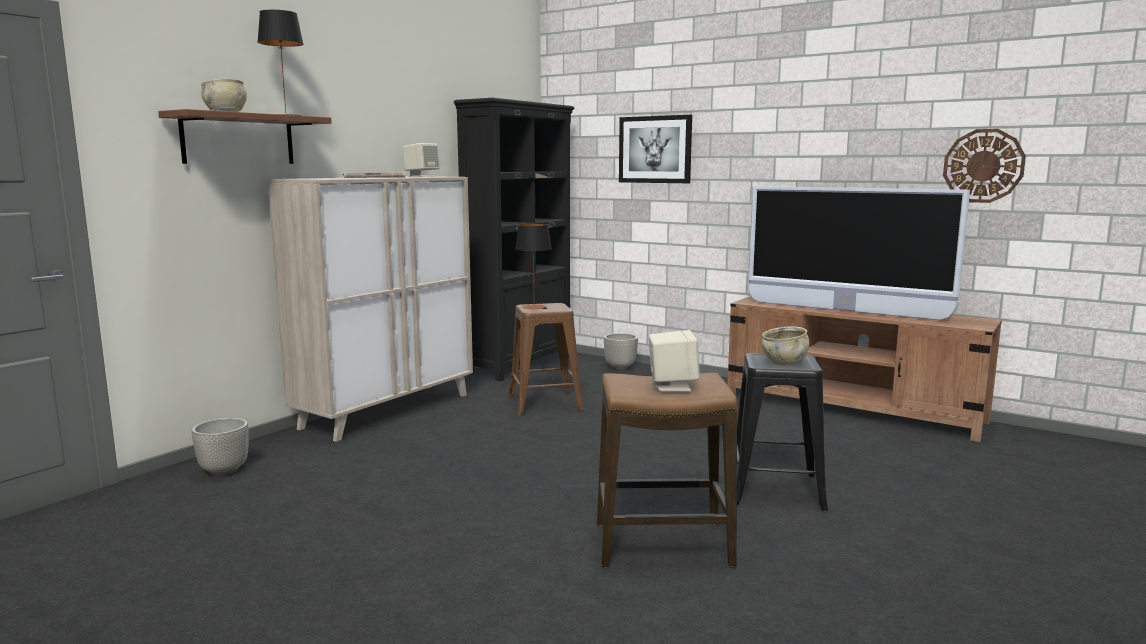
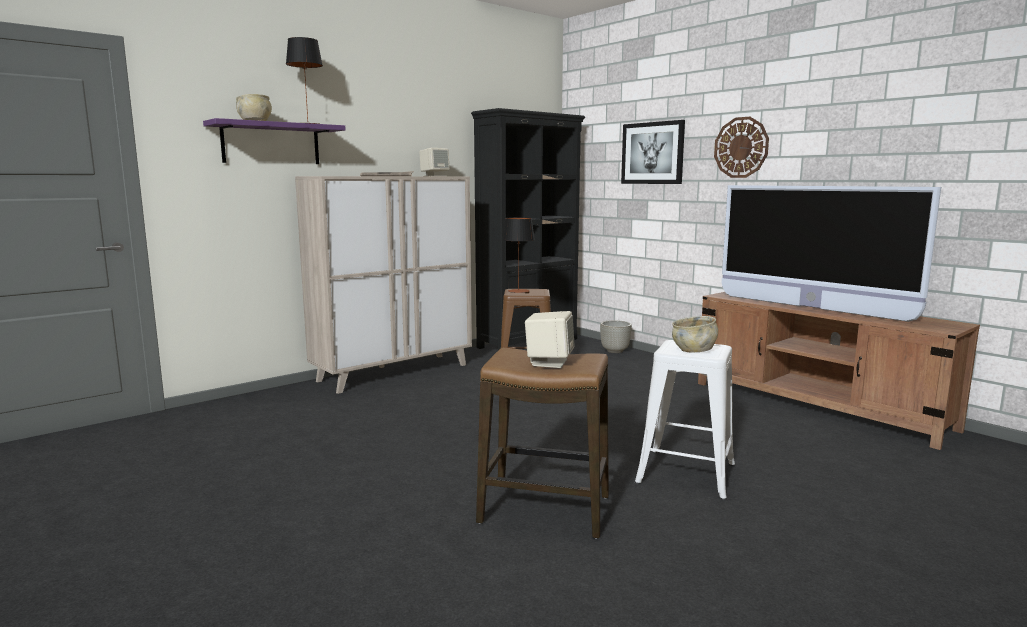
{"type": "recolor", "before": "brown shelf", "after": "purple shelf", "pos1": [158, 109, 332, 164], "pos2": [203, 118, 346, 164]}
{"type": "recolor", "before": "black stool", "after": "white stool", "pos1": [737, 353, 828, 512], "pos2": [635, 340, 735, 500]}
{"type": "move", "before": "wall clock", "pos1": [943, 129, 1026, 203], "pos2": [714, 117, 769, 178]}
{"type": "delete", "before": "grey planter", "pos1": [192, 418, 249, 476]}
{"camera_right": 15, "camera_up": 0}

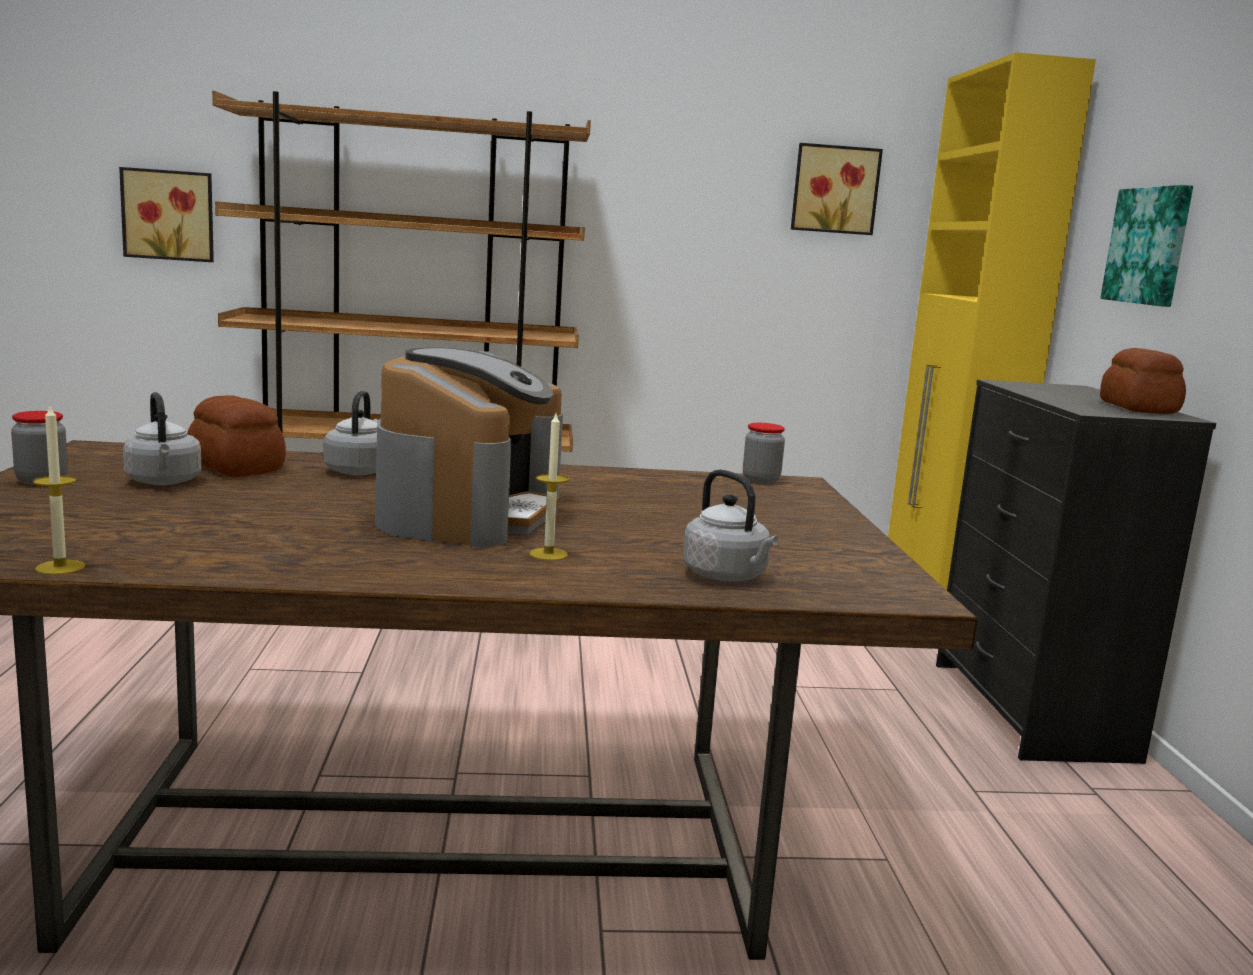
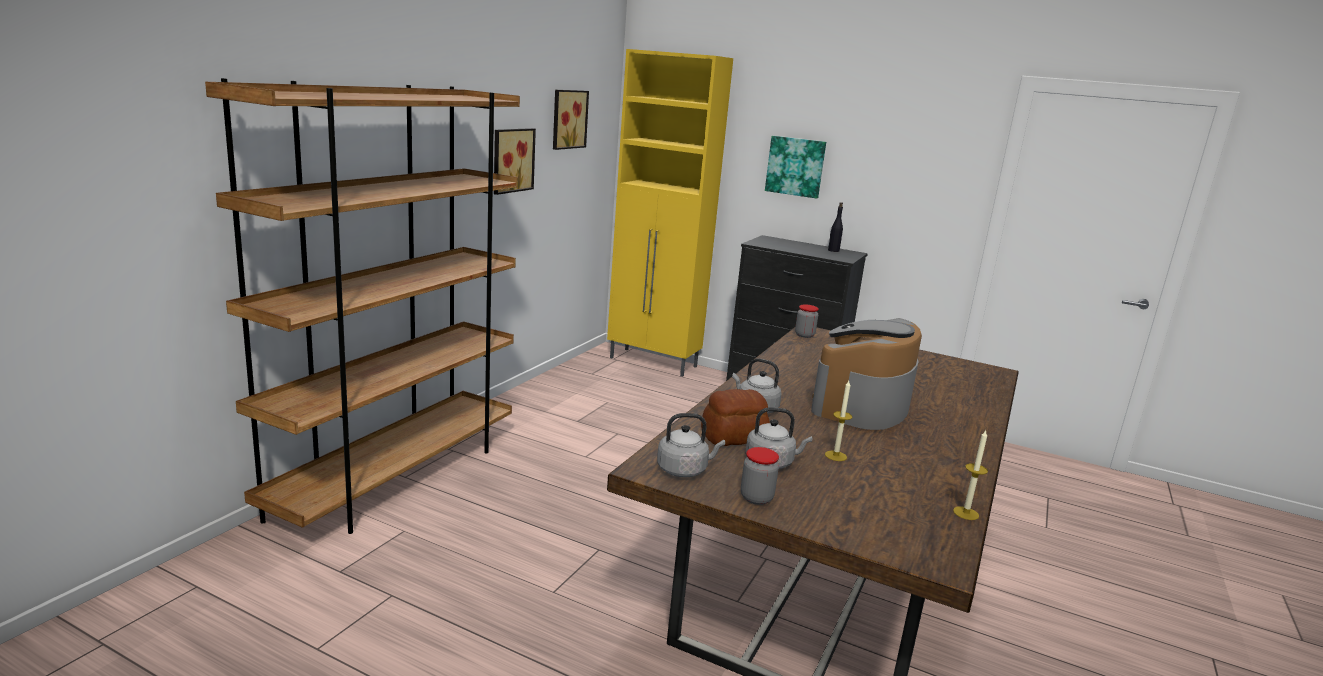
{"type": "move", "before": "picture", "pos1": [119, 167, 214, 262], "pos2": [494, 128, 536, 195]}
{"type": "move", "before": "grey kettle", "pos1": [683, 469, 778, 581], "pos2": [657, 413, 725, 477]}
{"type": "rotate", "before": "coffee machine", "pos1": [375, 347, 563, 547], "pos2": [811, 318, 922, 430], "turn": -105}
{"type": "move", "before": "candle", "pos1": [529, 413, 569, 561], "pos2": [825, 381, 853, 461]}
{"type": "replace", "before": "bread", "after": "black bottle", "pos1": [1100, 348, 1186, 414], "pos2": [828, 202, 843, 252]}
{"camera_right": -60, "camera_up": 5}

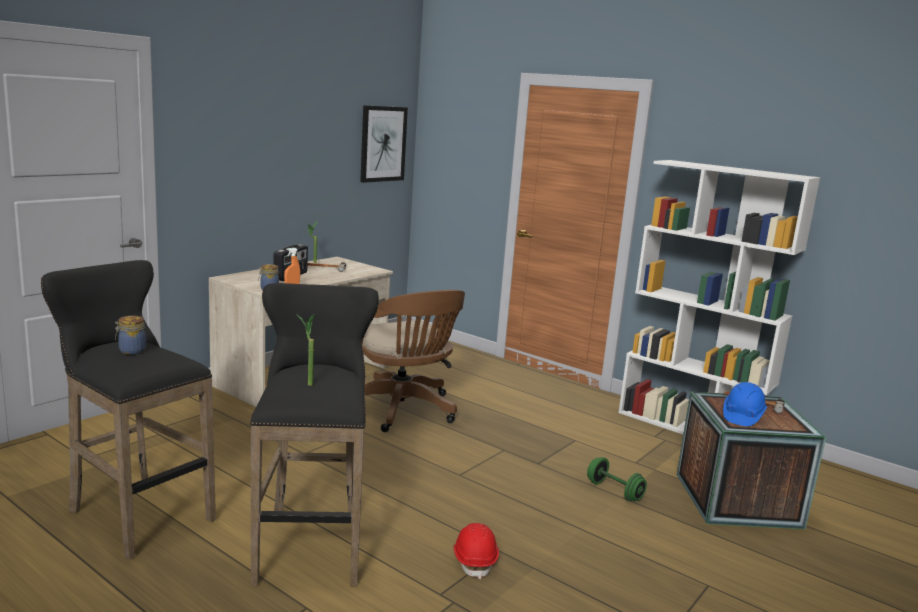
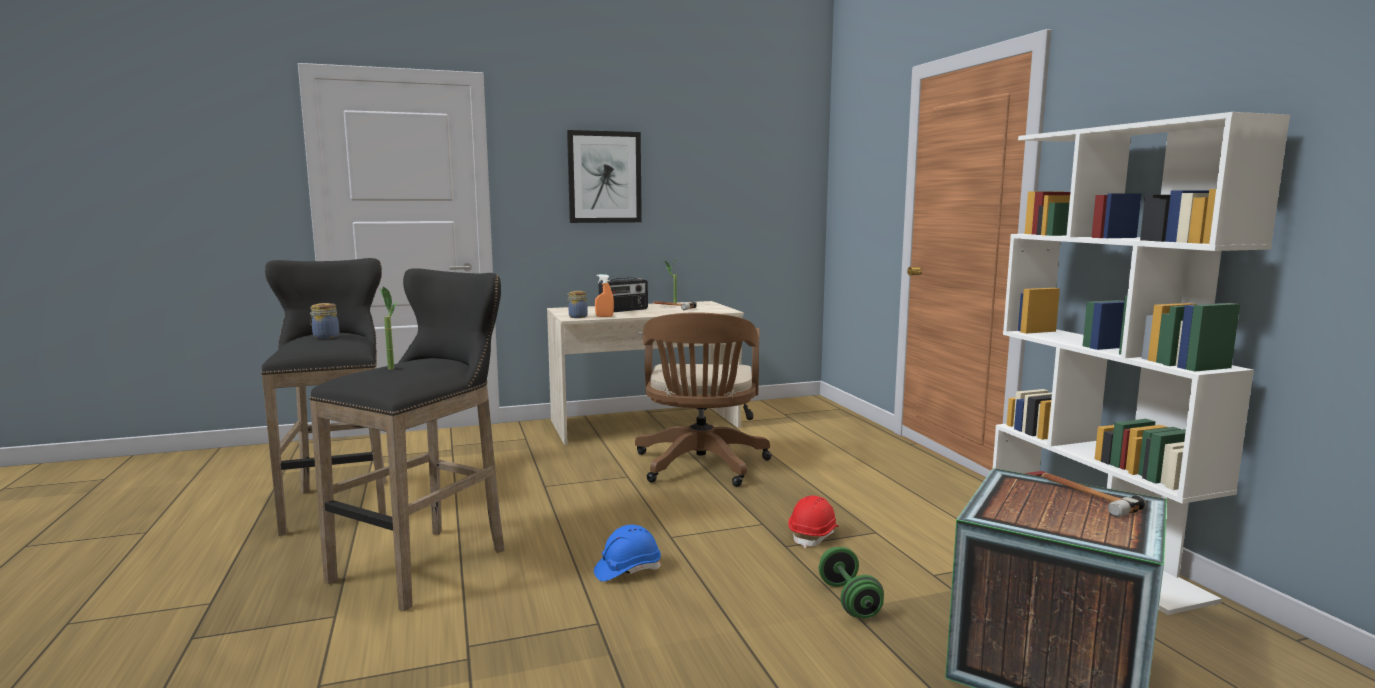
{"type": "move", "before": "picture", "pos1": [360, 105, 408, 183], "pos2": [567, 130, 642, 223]}
{"type": "move", "before": "blue hard hat", "pos1": [723, 382, 767, 426], "pos2": [594, 525, 661, 581]}
{"type": "move", "before": "red hard hat", "pos1": [453, 523, 499, 579], "pos2": [788, 496, 839, 548]}
{"camera_right": 35, "camera_up": -5}

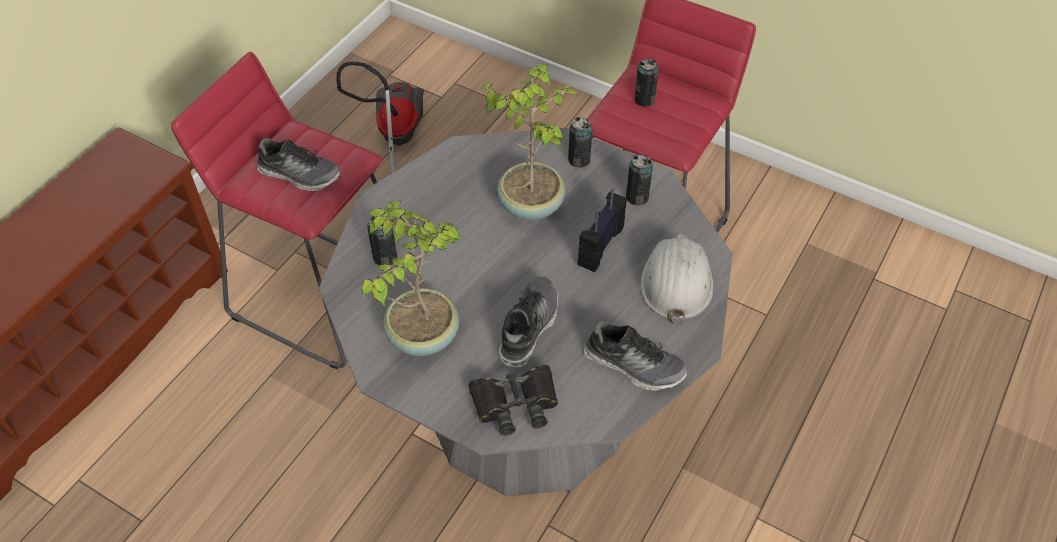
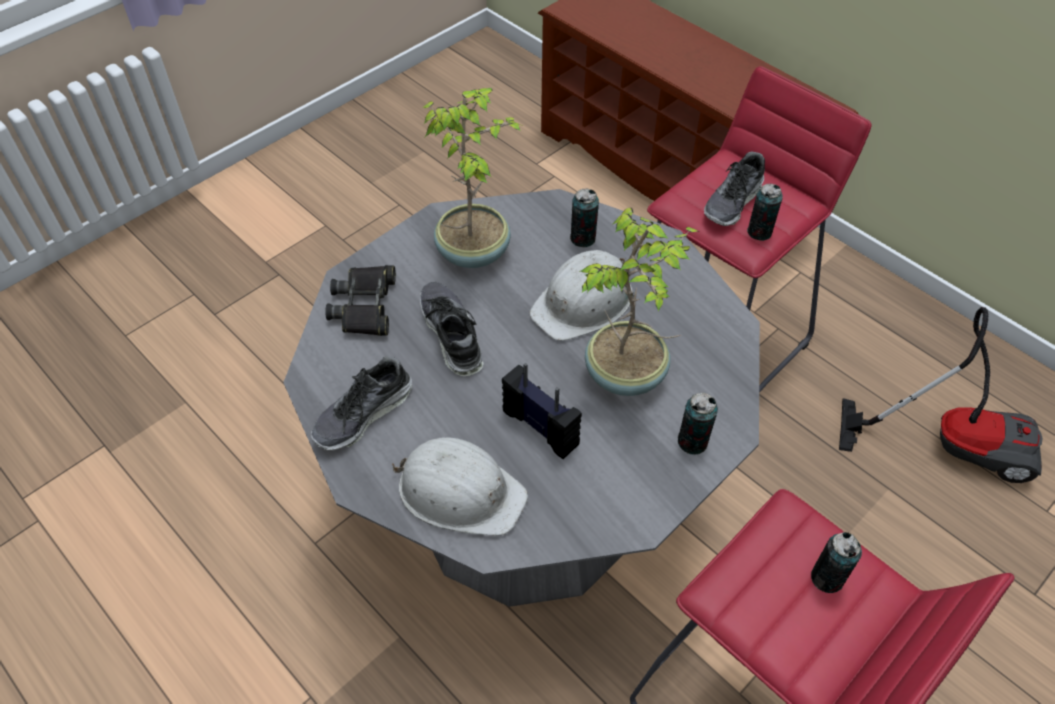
{"type": "rotate", "before": "shoe", "pos1": [499, 276, 558, 368], "pos2": [420, 282, 483, 376], "turn": -150}
{"type": "insert", "after": "white hard hat", "pos2": [529, 250, 633, 341]}
{"type": "move", "before": "can", "pos1": [626, 154, 653, 205], "pos2": [747, 184, 783, 241]}
{"camera_right": 105, "camera_up": 0}

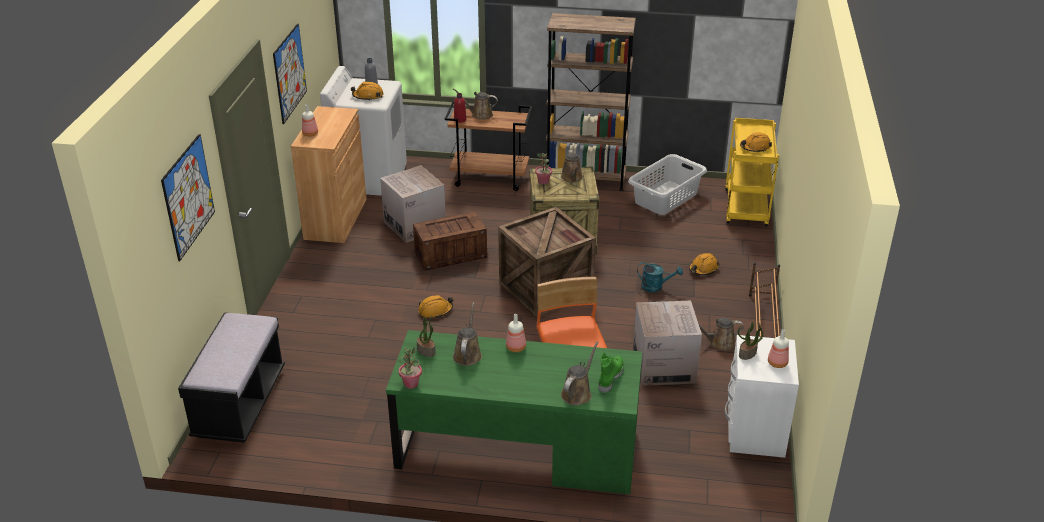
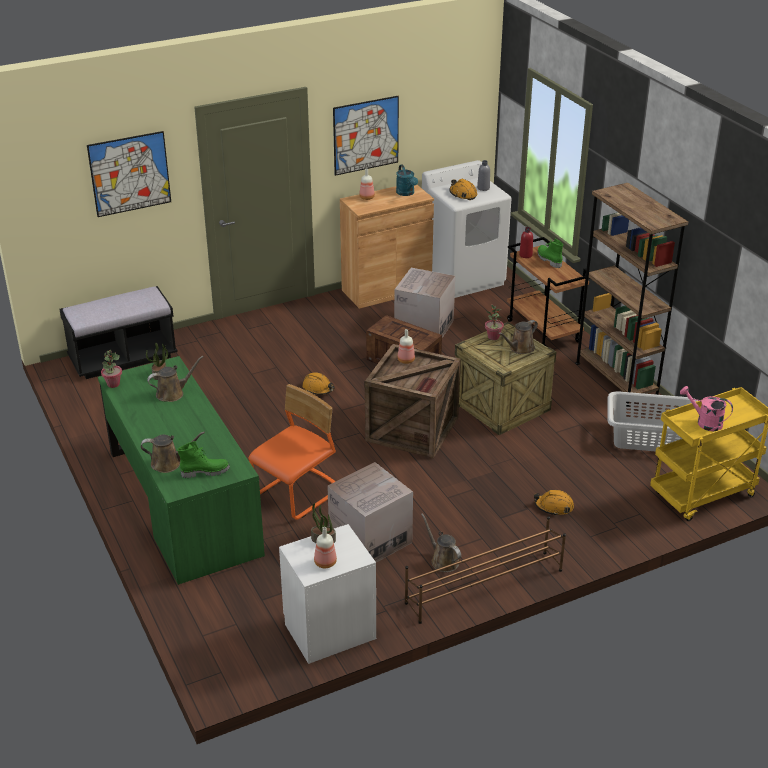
{"type": "move", "before": "turquoise watering can", "pos1": [637, 262, 683, 292], "pos2": [396, 164, 418, 196]}
{"type": "move", "before": "bottle", "pos1": [506, 314, 526, 352], "pos2": [397, 329, 415, 364]}
{"type": "replace", "before": "brown watering can", "after": "green boot", "pos1": [453, 88, 498, 120], "pos2": [538, 239, 563, 268]}
{"type": "replace", "before": "orange hard hat", "after": "pink watering can", "pos1": [740, 132, 772, 152], "pos2": [680, 386, 733, 431]}
{"camera_right": 55, "camera_up": 0}

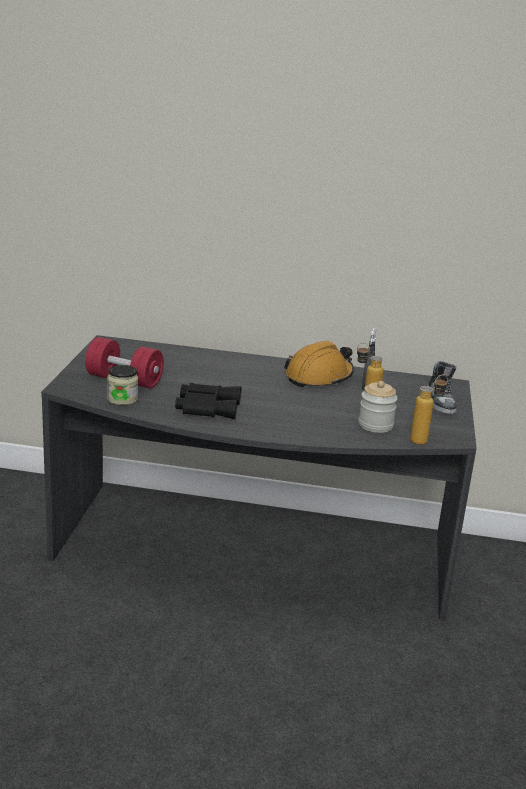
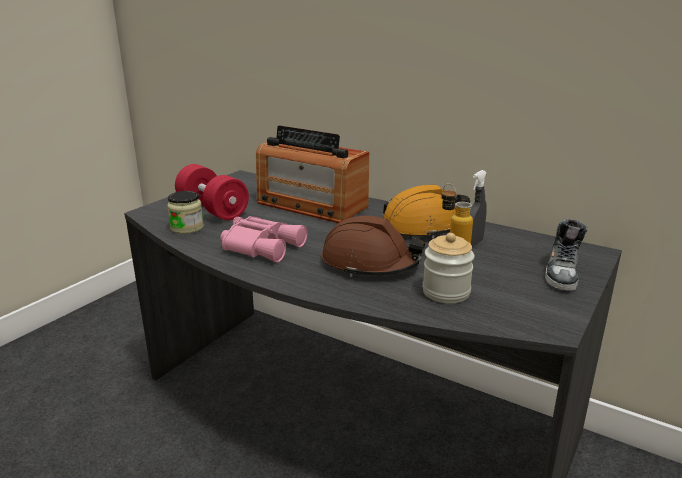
{"type": "recolor", "before": "black binoculars", "after": "pink binoculars", "pos1": [175, 383, 241, 419], "pos2": [220, 216, 308, 262]}
{"type": "insert", "after": "radio", "pos2": [256, 126, 369, 223]}
{"type": "insert", "after": "brown hard hat", "pos2": [322, 216, 425, 277]}
{"type": "delete", "before": "bottle", "pos1": [410, 375, 448, 445]}
{"camera_right": 25, "camera_up": 0}

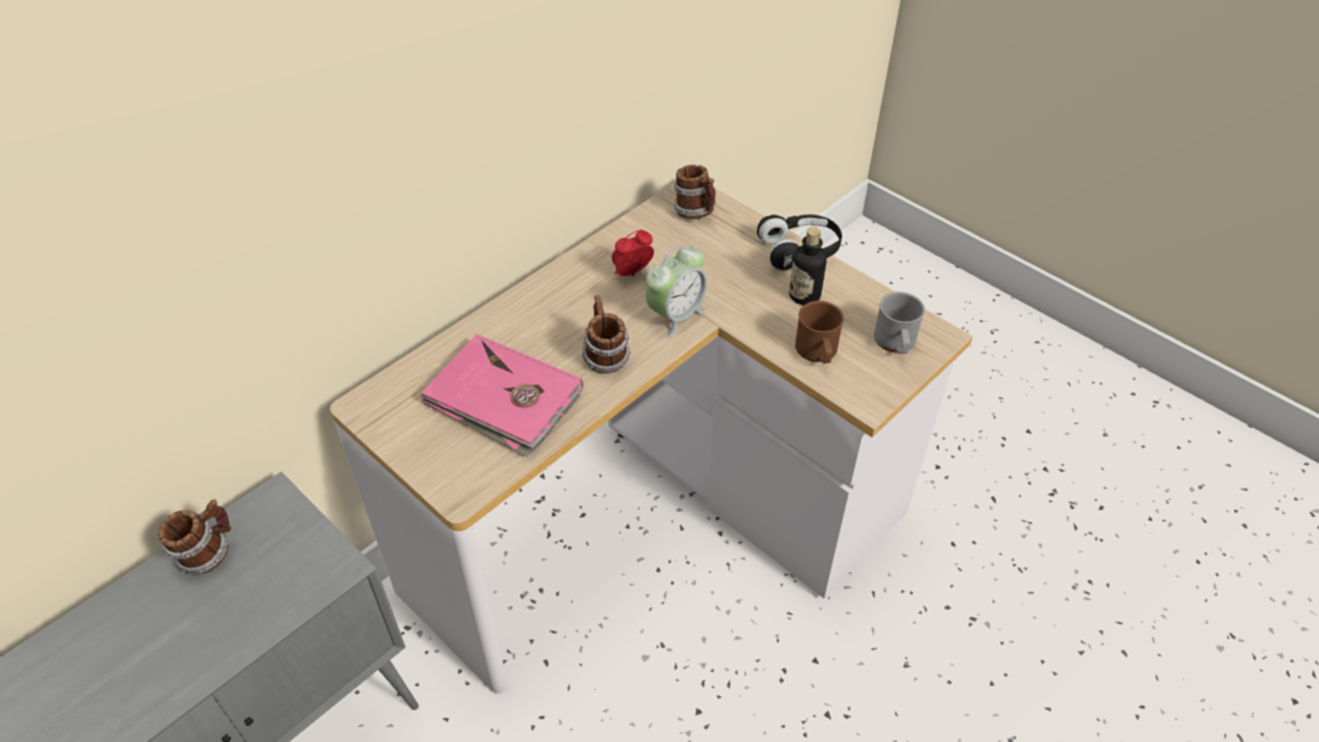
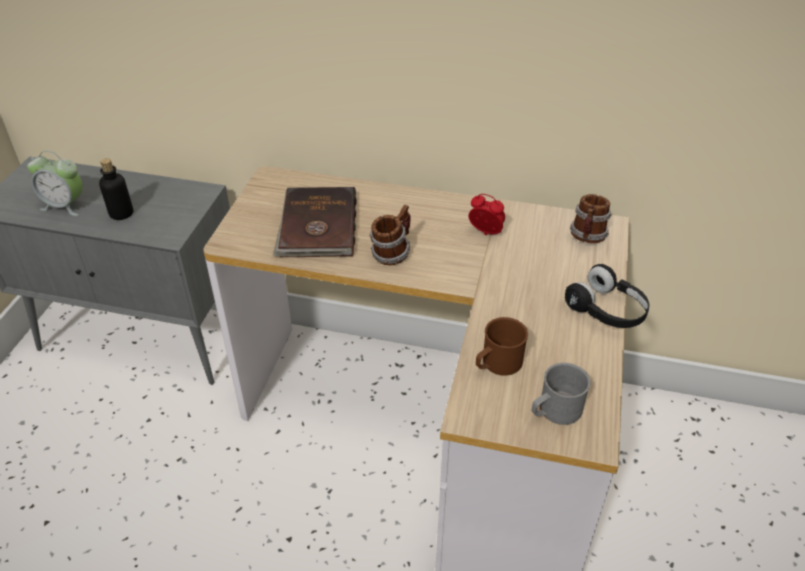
{"type": "move", "before": "alarm clock", "pos1": [646, 246, 707, 338], "pos2": [27, 151, 83, 216]}
{"type": "move", "before": "bottle", "pos1": [789, 227, 827, 305], "pos2": [99, 158, 133, 220]}
{"type": "recolor", "before": "pink book", "after": "brown book", "pos1": [420, 334, 583, 457], "pos2": [273, 187, 357, 257]}
{"type": "delete", "before": "mug", "pos1": [158, 499, 232, 575]}
{"camera_right": 60, "camera_up": -5}

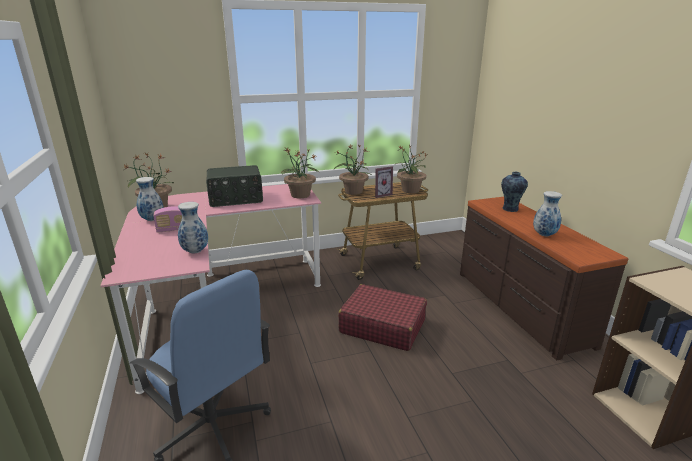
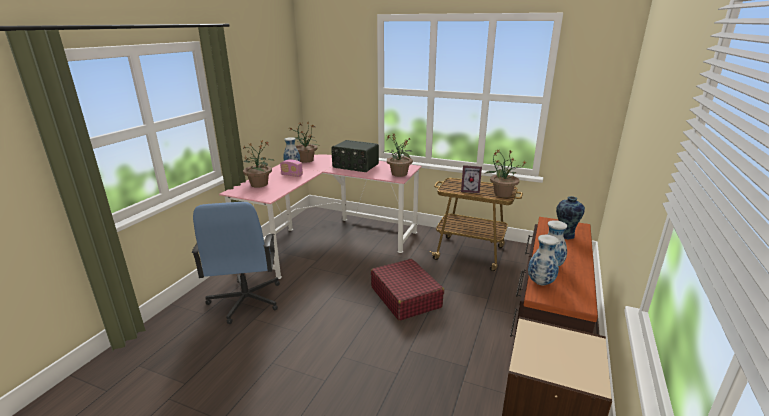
{"type": "move", "before": "potted plant", "pos1": [334, 144, 372, 195], "pos2": [243, 141, 275, 188]}
{"type": "move", "before": "vase", "pos1": [178, 202, 208, 254], "pos2": [528, 235, 559, 285]}
{"camera_right": 40, "camera_up": 0}

